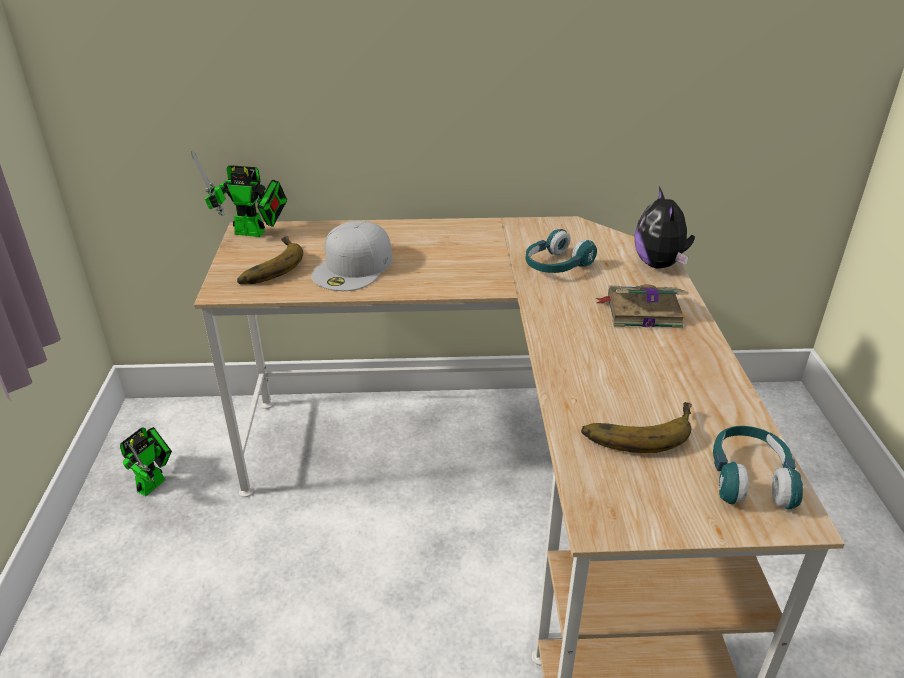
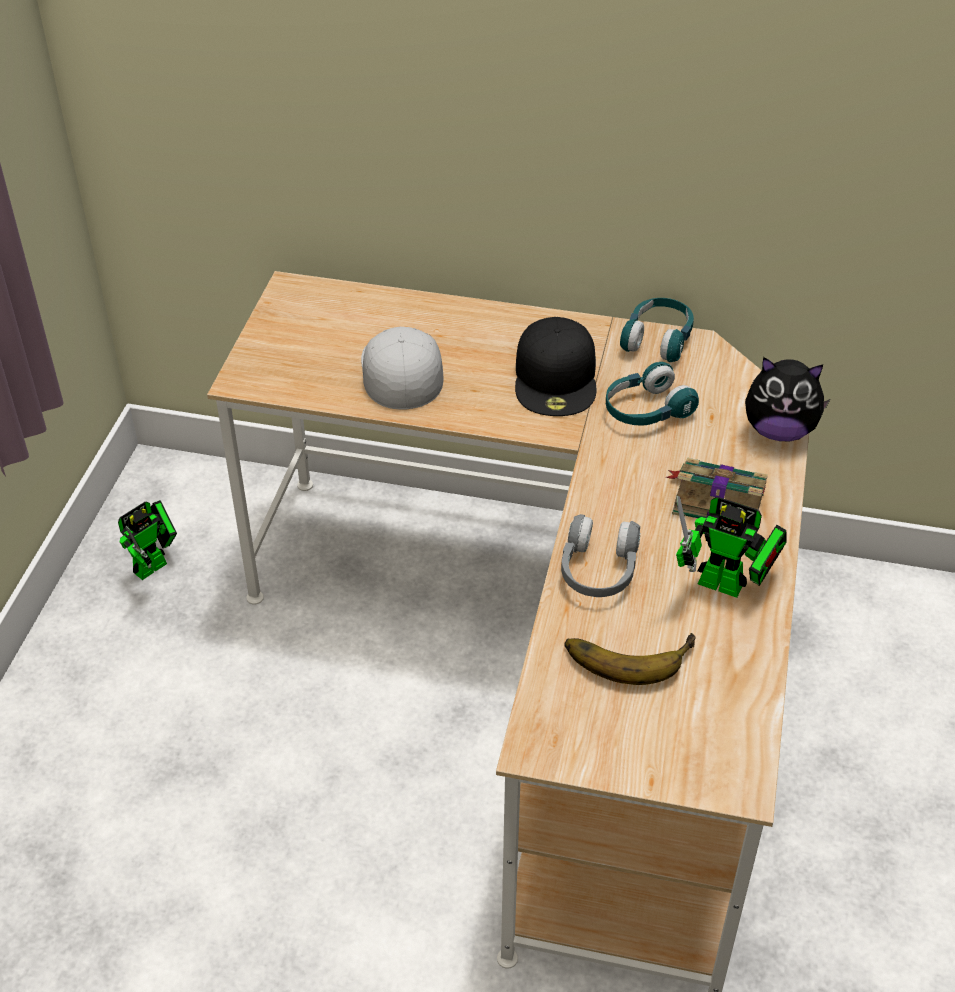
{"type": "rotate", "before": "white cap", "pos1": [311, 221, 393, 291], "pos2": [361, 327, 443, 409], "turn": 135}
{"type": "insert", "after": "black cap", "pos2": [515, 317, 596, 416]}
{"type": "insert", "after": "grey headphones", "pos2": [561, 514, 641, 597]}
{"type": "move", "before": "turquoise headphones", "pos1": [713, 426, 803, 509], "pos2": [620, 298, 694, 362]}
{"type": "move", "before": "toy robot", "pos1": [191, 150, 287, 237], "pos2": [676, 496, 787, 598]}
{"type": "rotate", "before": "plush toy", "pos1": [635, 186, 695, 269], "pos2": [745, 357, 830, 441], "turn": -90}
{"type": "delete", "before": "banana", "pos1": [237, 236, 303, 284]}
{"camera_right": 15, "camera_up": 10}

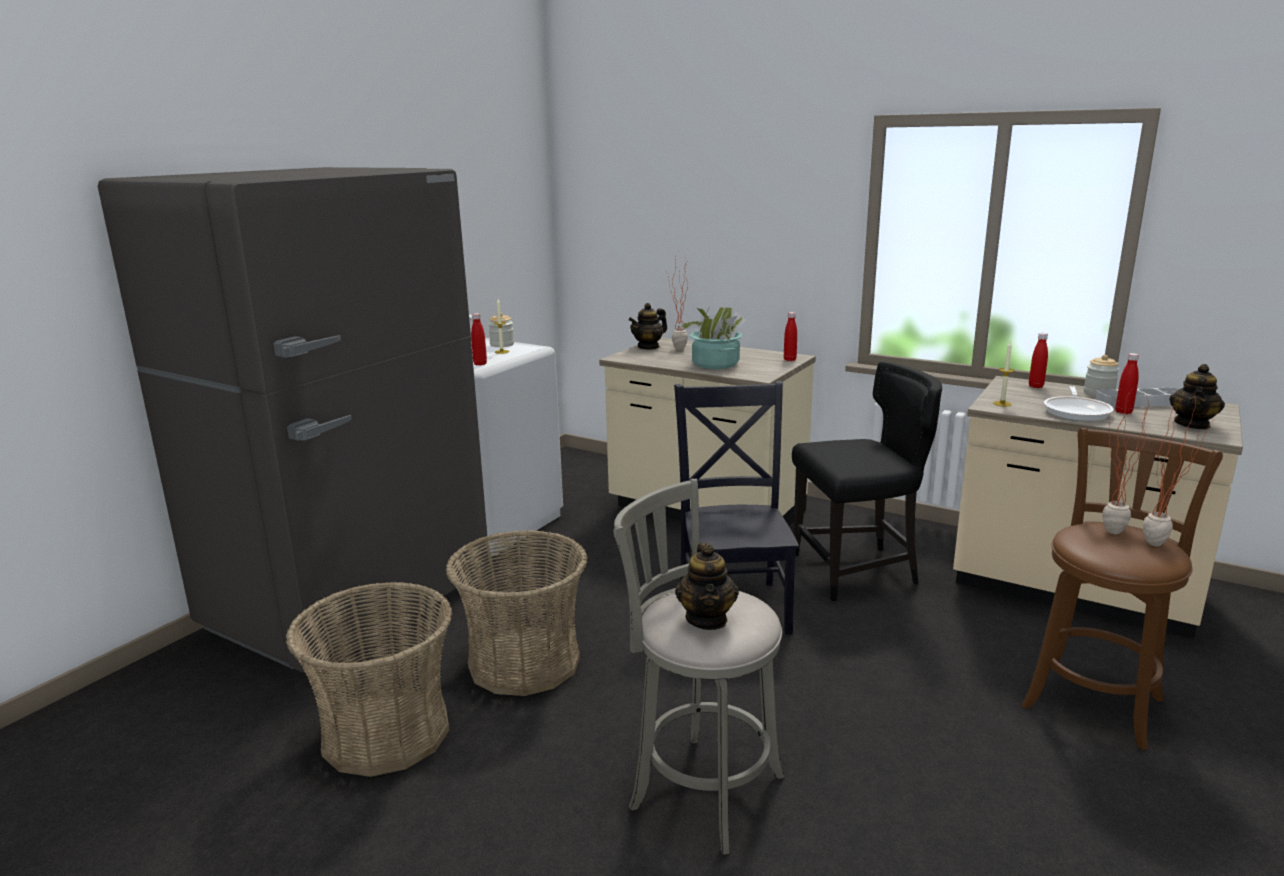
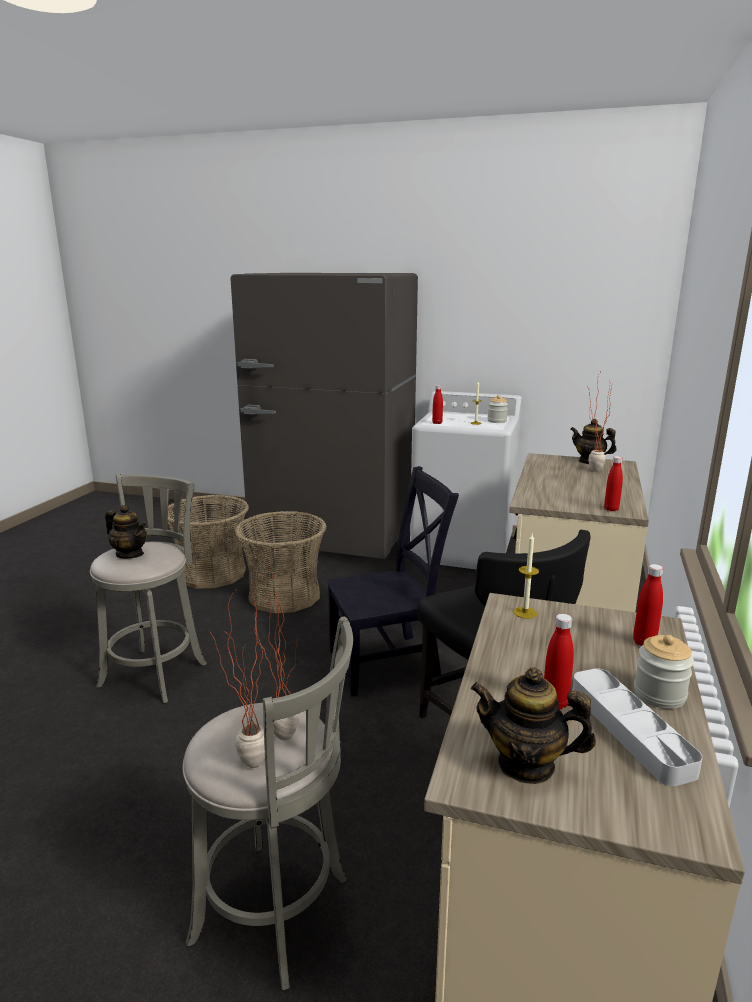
{"type": "rotate", "before": "teapot", "pos1": [675, 543, 739, 630], "pos2": [105, 505, 147, 559], "turn": -135}
{"type": "recolor", "before": "brown stool", "after": "grey stool", "pos1": [1022, 428, 1223, 750], "pos2": [183, 616, 353, 991]}
{"type": "delete", "before": "potted plant", "pos1": [677, 306, 746, 369]}
{"type": "delete", "before": "frying pan", "pos1": [1044, 386, 1114, 421]}
{"camera_right": 75, "camera_up": 0}

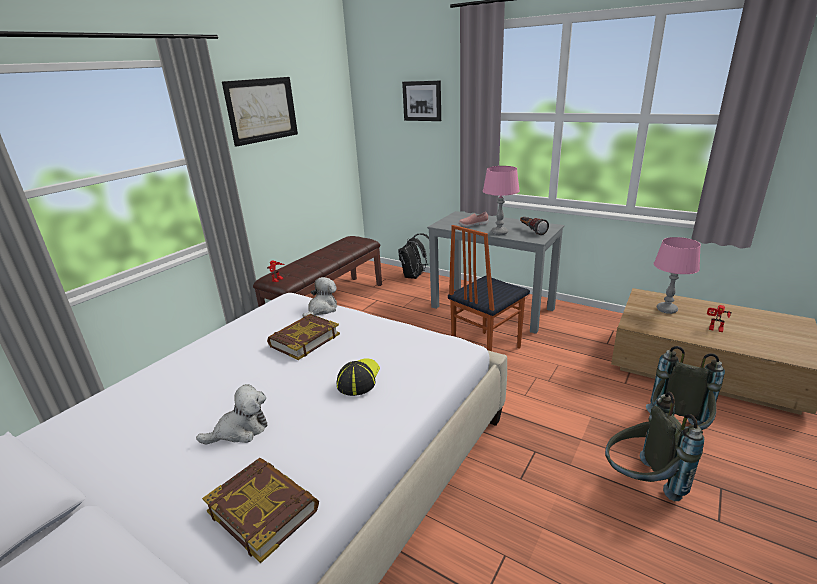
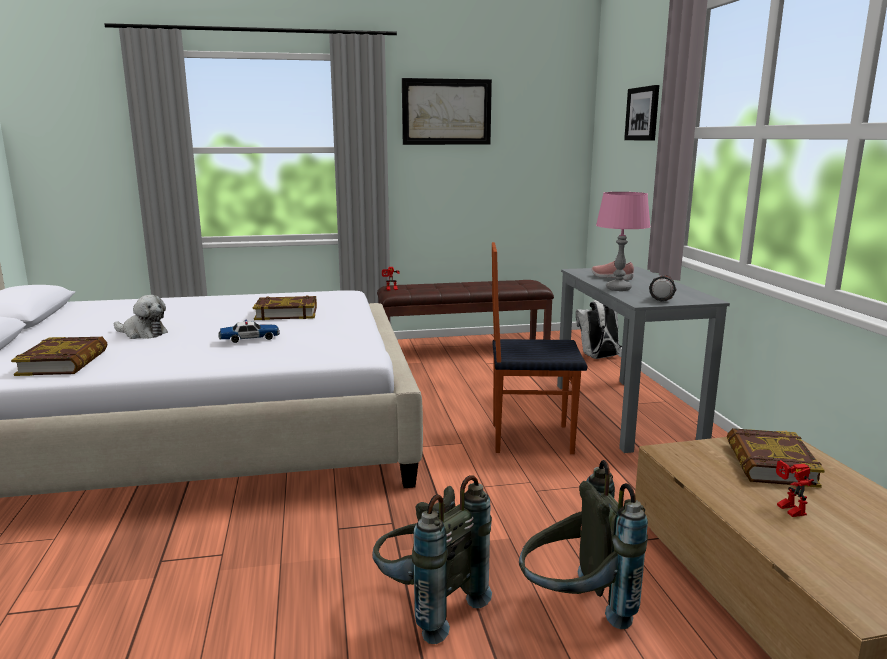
{"type": "replace", "before": "cap", "after": "toy car", "pos1": [337, 358, 380, 396], "pos2": [219, 320, 280, 343]}
{"type": "recolor", "before": "black backpack", "after": "white backpack", "pos1": [398, 233, 430, 279], "pos2": [576, 300, 622, 359]}
{"type": "replace", "before": "pink table lamp", "after": "book", "pos1": [654, 237, 701, 314], "pos2": [727, 428, 825, 488]}
{"type": "delete", "before": "plush toy", "pos1": [303, 277, 337, 317]}
{"camera_right": 45, "camera_up": -10}

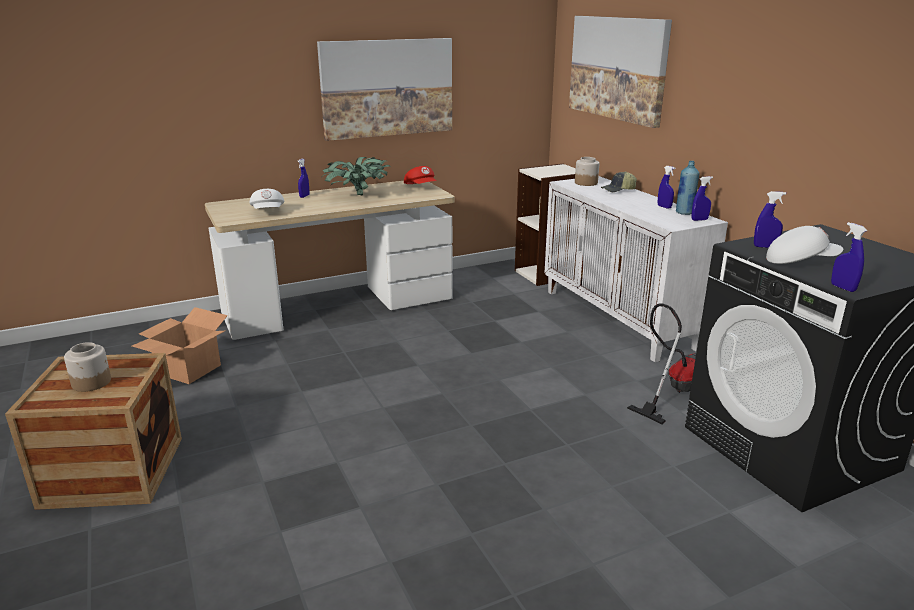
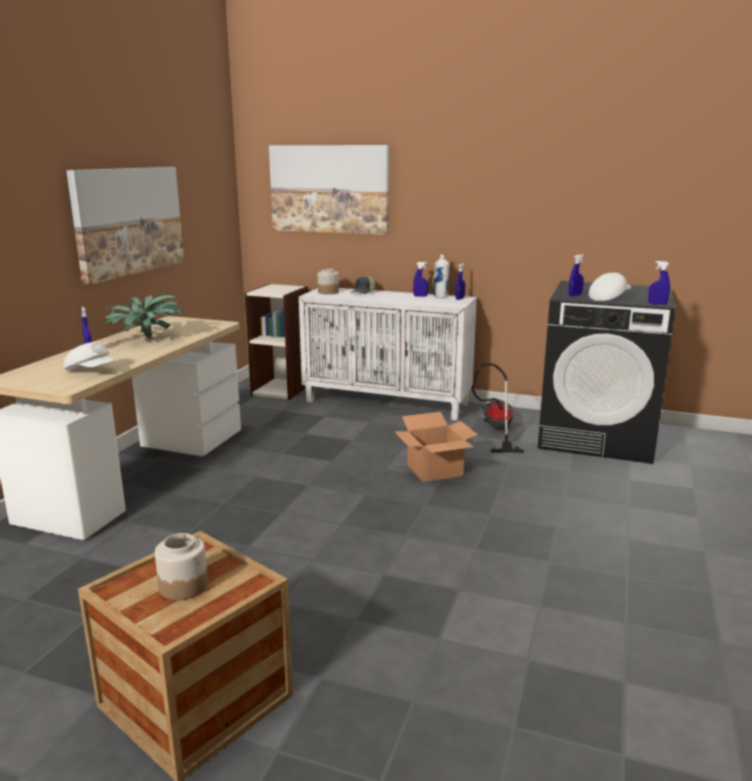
{"type": "move", "before": "cardboard box", "pos1": [132, 307, 228, 384], "pos2": [394, 412, 478, 482]}
{"type": "recolor", "before": "blue bottle", "after": "white bottle", "pos1": [676, 161, 700, 215], "pos2": [433, 254, 449, 298]}
{"type": "delete", "before": "red cap", "pos1": [404, 166, 436, 184]}
{"camera_right": -45, "camera_up": -5}

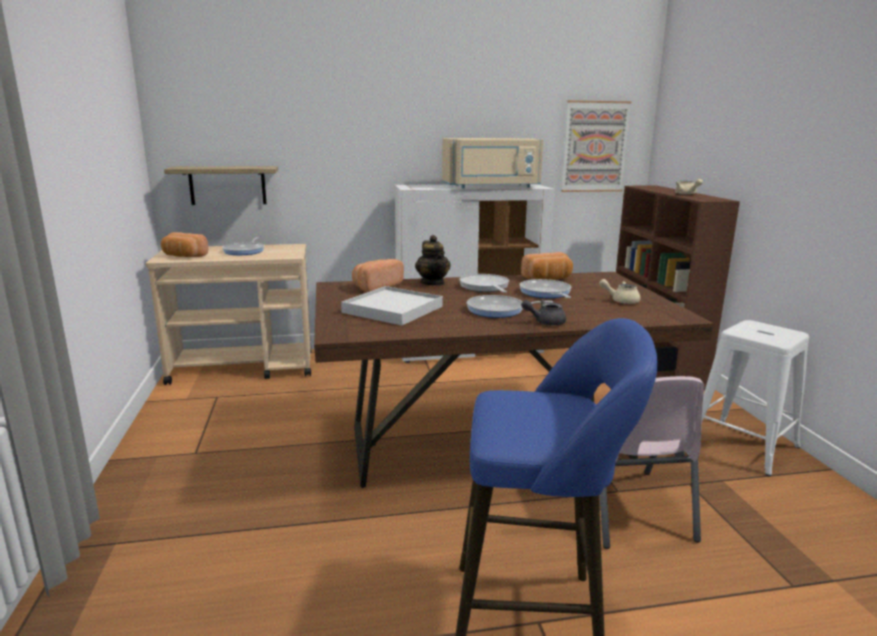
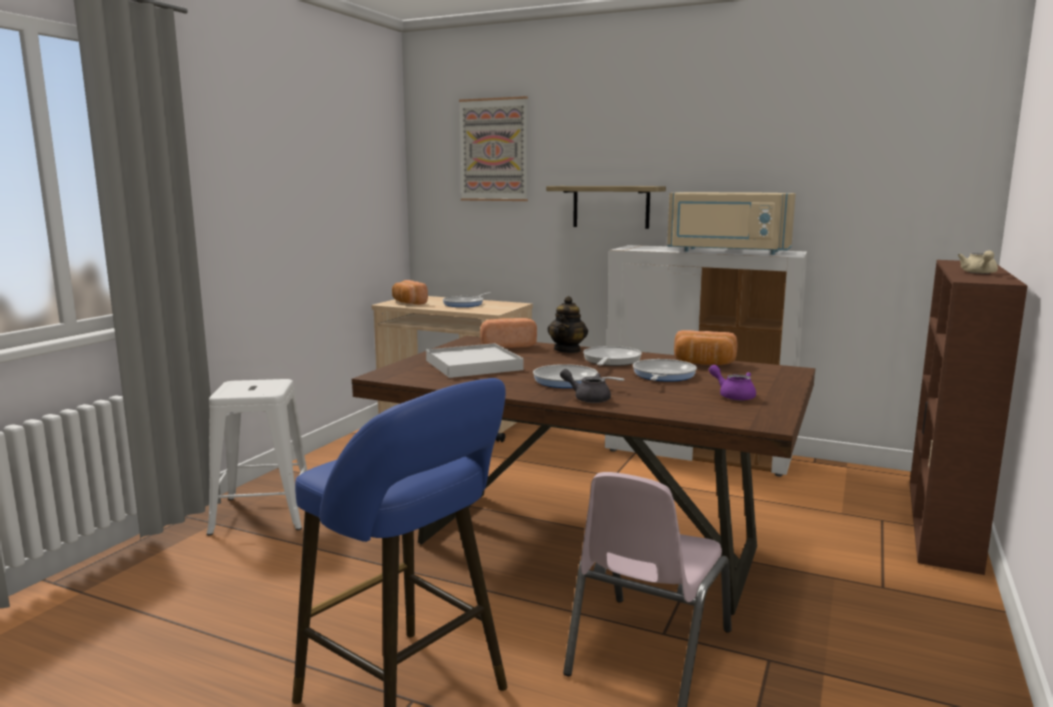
{"type": "move", "before": "white stool", "pos1": [702, 320, 809, 476], "pos2": [206, 379, 307, 536]}
{"type": "move", "before": "picture", "pos1": [561, 100, 631, 192], "pos2": [459, 96, 528, 201]}
{"type": "move", "before": "shelf", "pos1": [164, 166, 278, 205], "pos2": [546, 186, 666, 229]}
{"type": "recolor", "before": "beige teapot", "after": "purple teapot", "pos1": [599, 279, 640, 304], "pos2": [709, 365, 756, 401]}
{"camera_right": 35, "camera_up": -5}

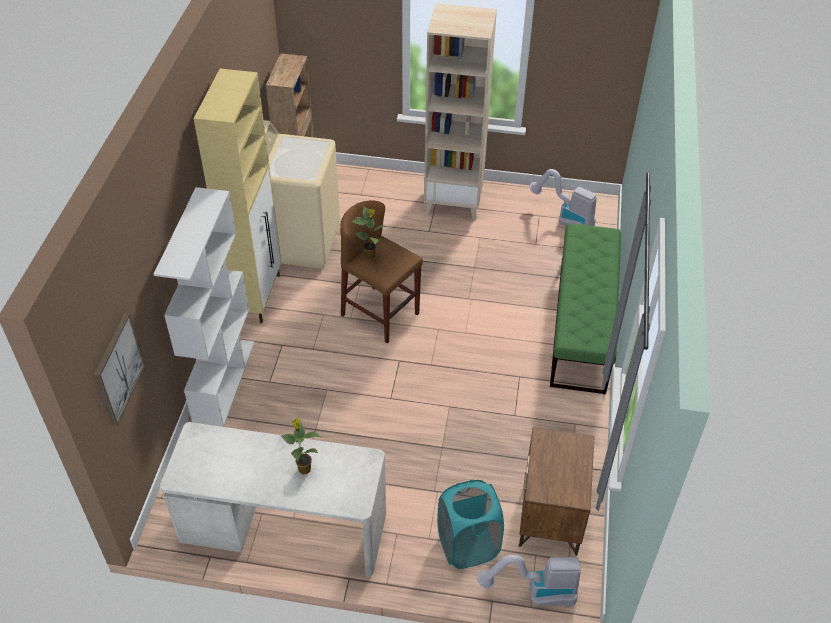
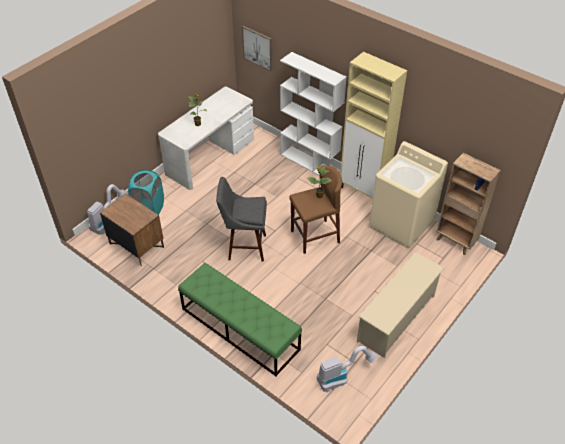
{"type": "insert", "after": "grey stool", "pos2": [216, 177, 267, 262]}
{"type": "replace", "before": "beige bookcase", "after": "beige shoe rack", "pos1": [424, 3, 497, 220], "pos2": [357, 252, 444, 358]}
{"camera_right": 120, "camera_up": 0}

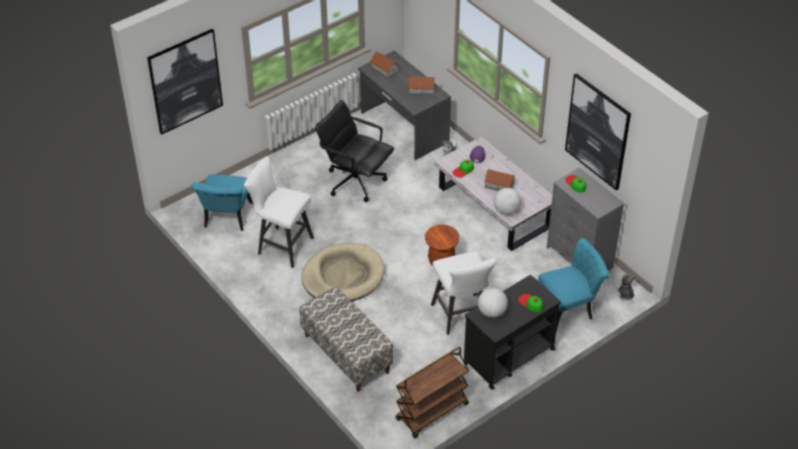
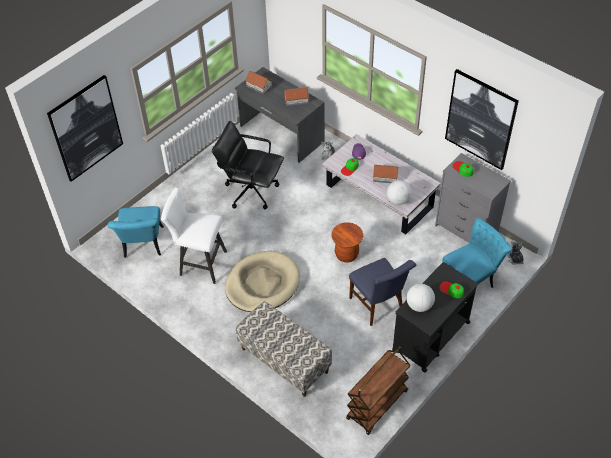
{"type": "replace", "before": "white stool", "after": "blue chair", "pos1": [431, 251, 497, 335], "pos2": [349, 258, 416, 326]}
{"camera_right": -10, "camera_up": 5}

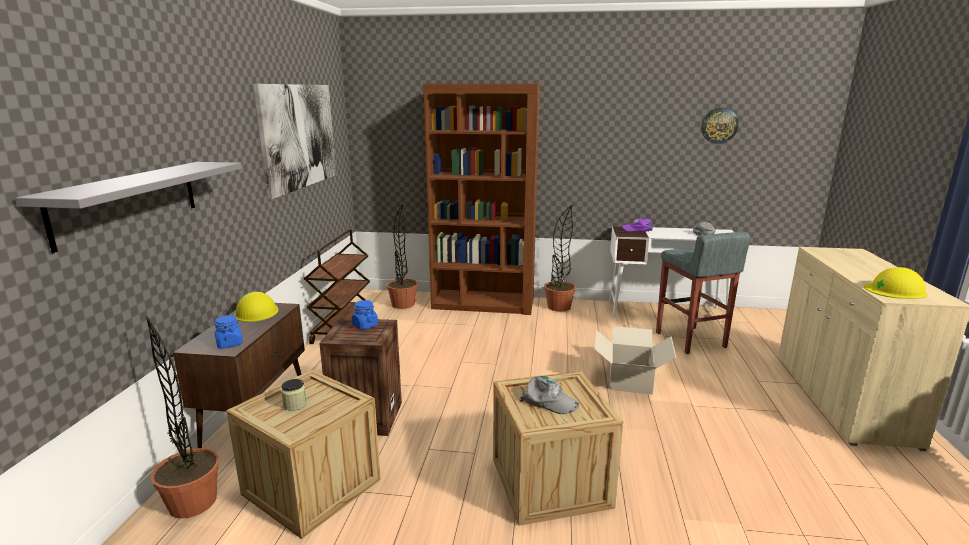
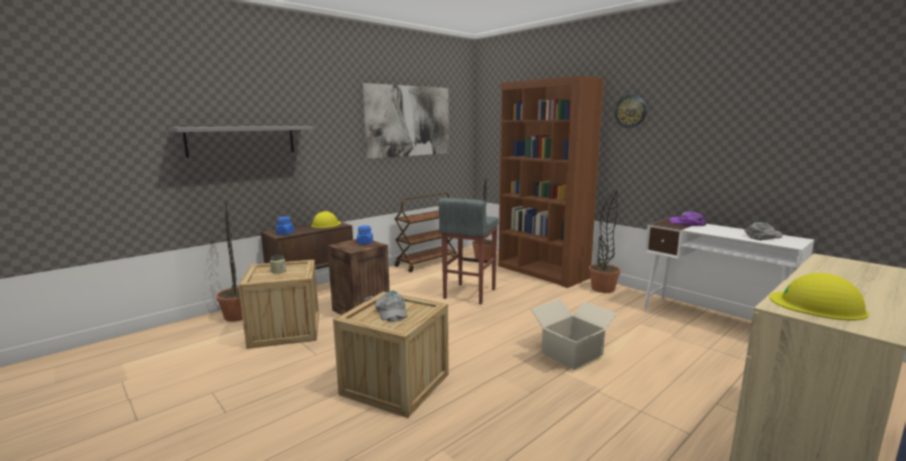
{"type": "move", "before": "grey stool", "pos1": [656, 232, 750, 354], "pos2": [438, 198, 499, 305]}
{"type": "move", "before": "wall clock", "pos1": [701, 108, 739, 144], "pos2": [615, 95, 647, 128]}
{"camera_right": 40, "camera_up": -5}

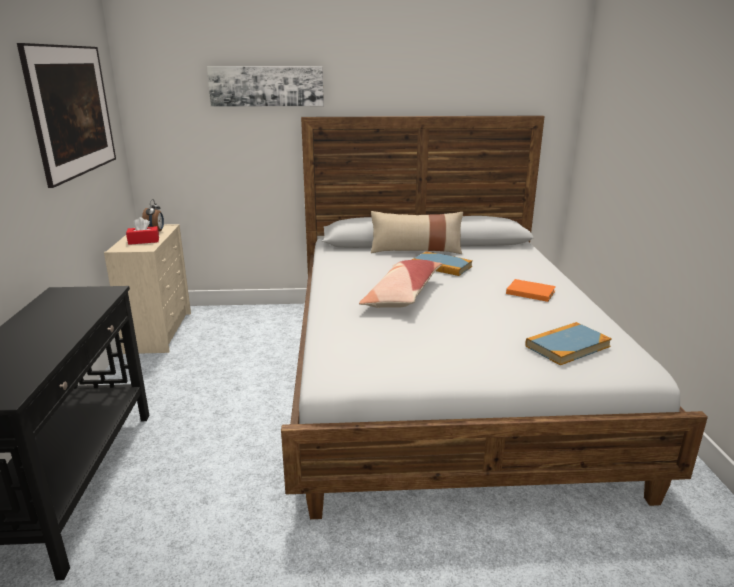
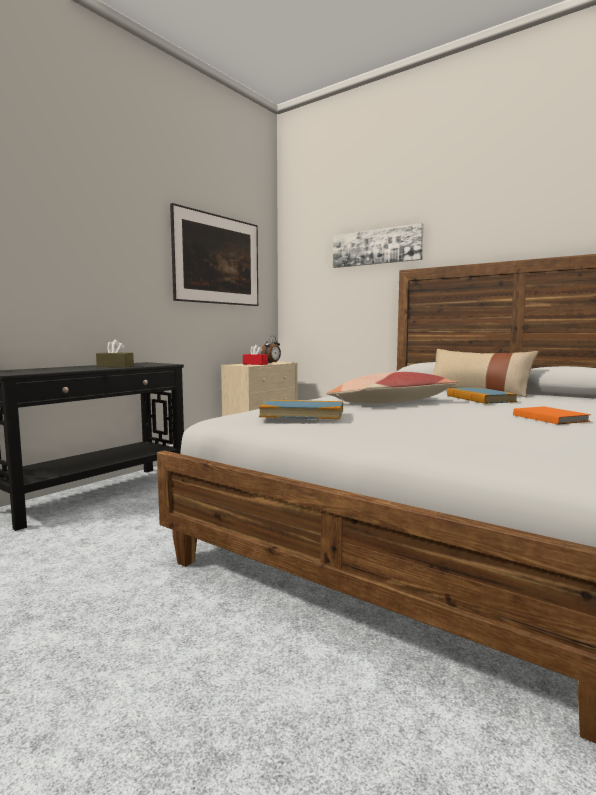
{"type": "insert", "after": "brown tissue box", "pos2": [96, 340, 134, 367]}
{"type": "move", "before": "book", "pos1": [525, 322, 612, 365], "pos2": [259, 400, 343, 419]}
{"camera_right": 40, "camera_up": -15}

